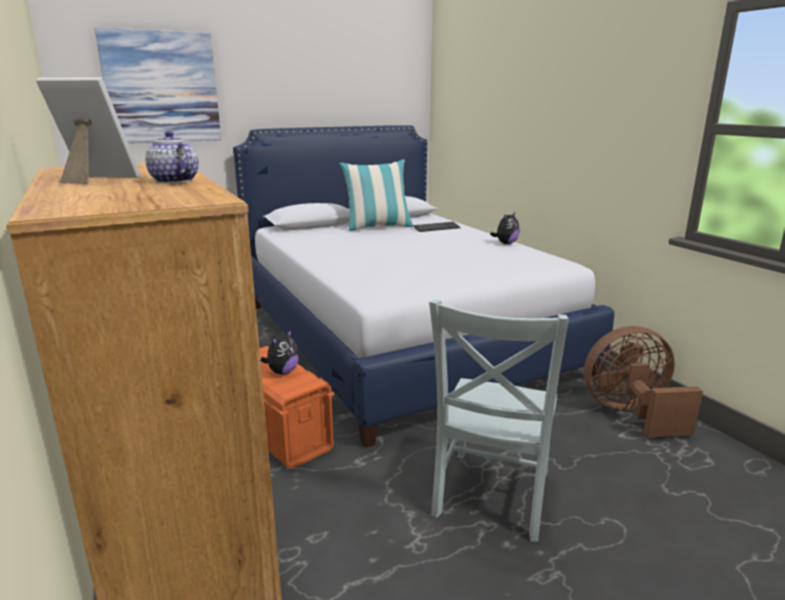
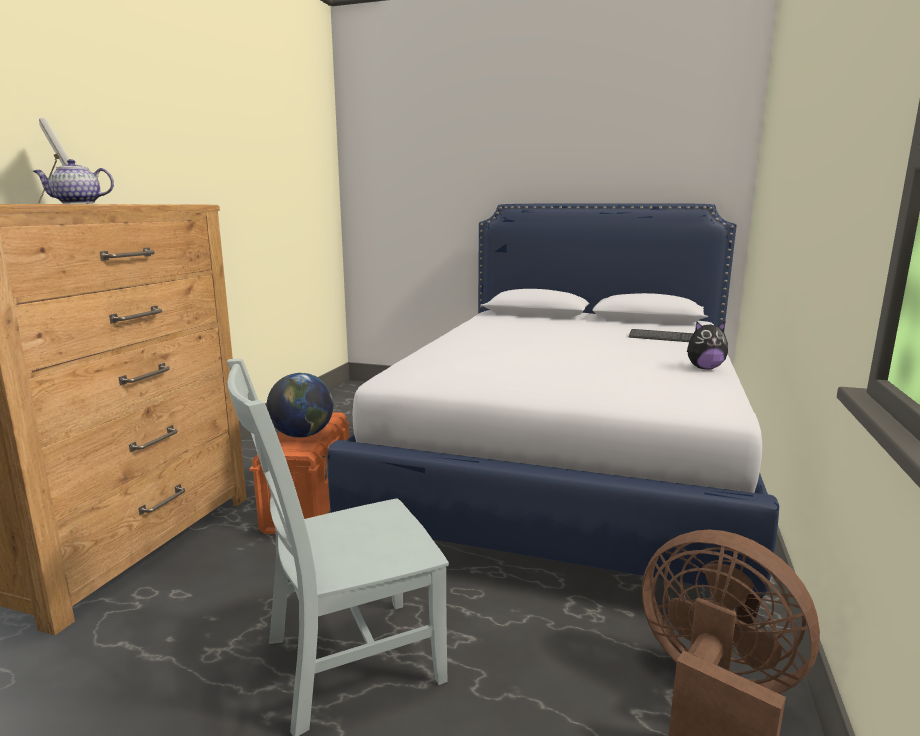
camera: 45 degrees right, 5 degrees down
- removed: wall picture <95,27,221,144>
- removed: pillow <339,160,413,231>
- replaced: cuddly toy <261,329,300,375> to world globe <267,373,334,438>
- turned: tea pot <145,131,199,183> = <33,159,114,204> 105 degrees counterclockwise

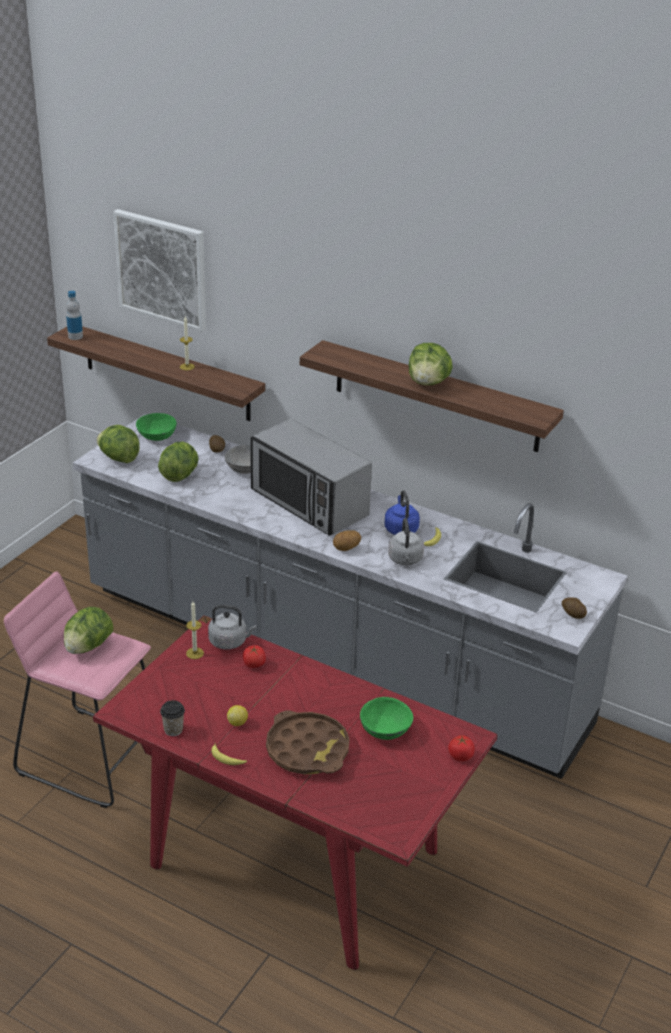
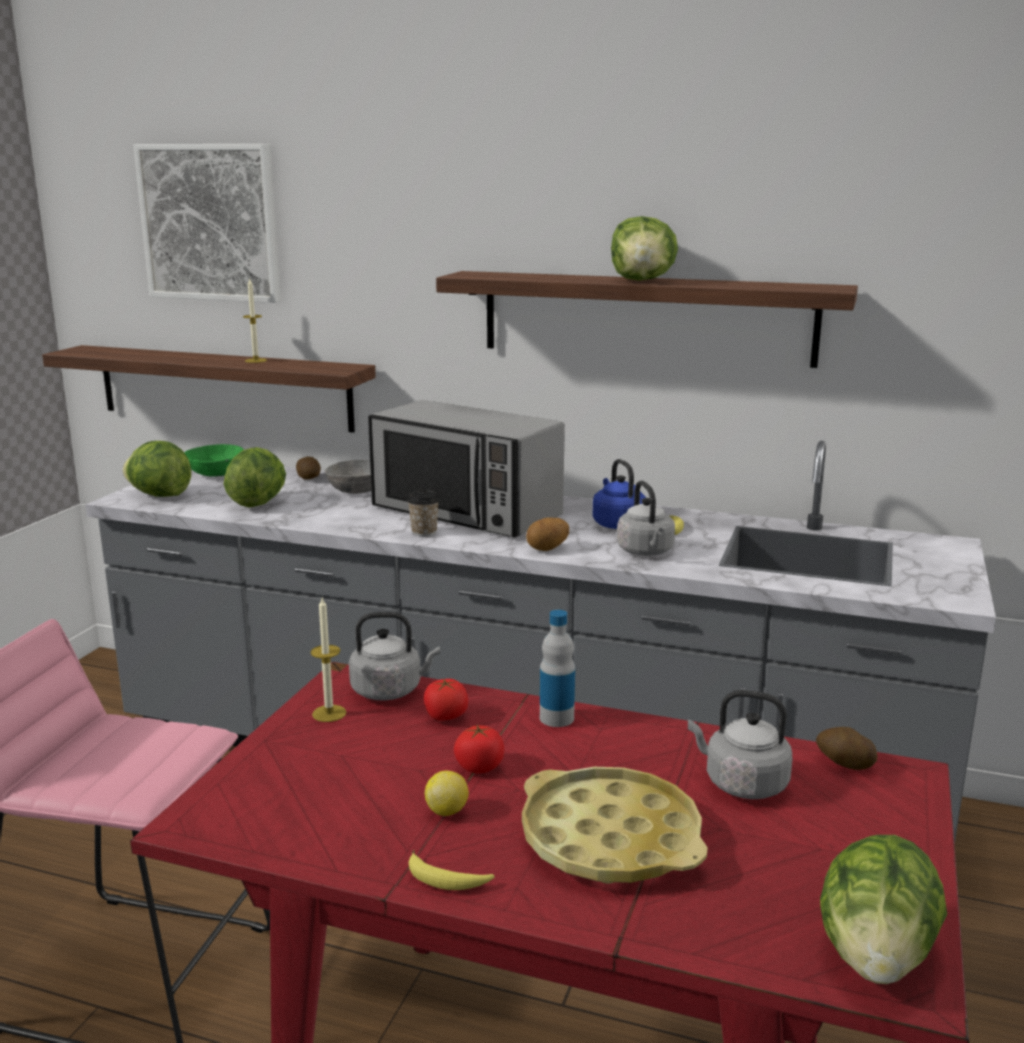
camera: 10 degrees left, 15 degrees down
- moved: head of lettuce <64,607,114,654> to <820,835,947,984>
- moved: bottle <66,291,83,340> to <540,610,575,727>
- moved: cup <160,700,185,736> to <407,490,439,536>
- moved: tomato <448,735,475,761> to <454,725,504,773>
- moved: potato <562,597,587,619> to <816,727,877,770>
- replaced: green serving bowl <360,697,413,740> to greyish kettle <688,690,793,799>
- recoloured: brown-coloured tray <266,710,350,775> to yellow tray <522,767,708,884>

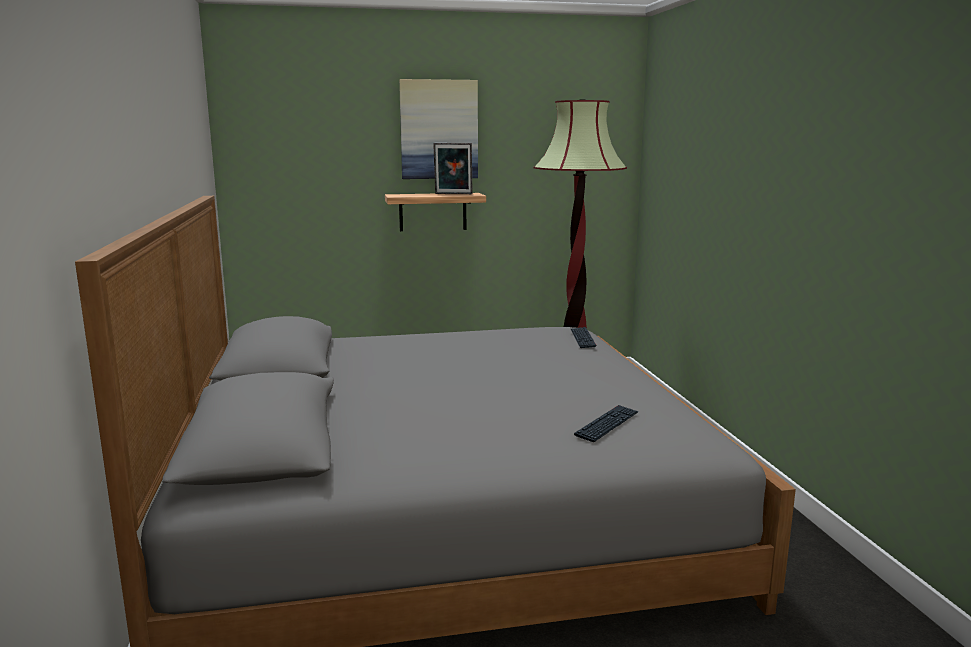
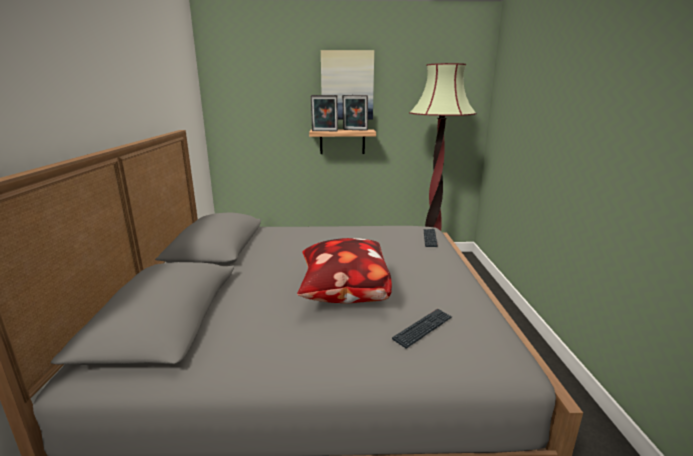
camera: 10 degrees right, 5 degrees up
- added: pillow <297,238,392,304>
- added: picture frame <311,95,338,131>

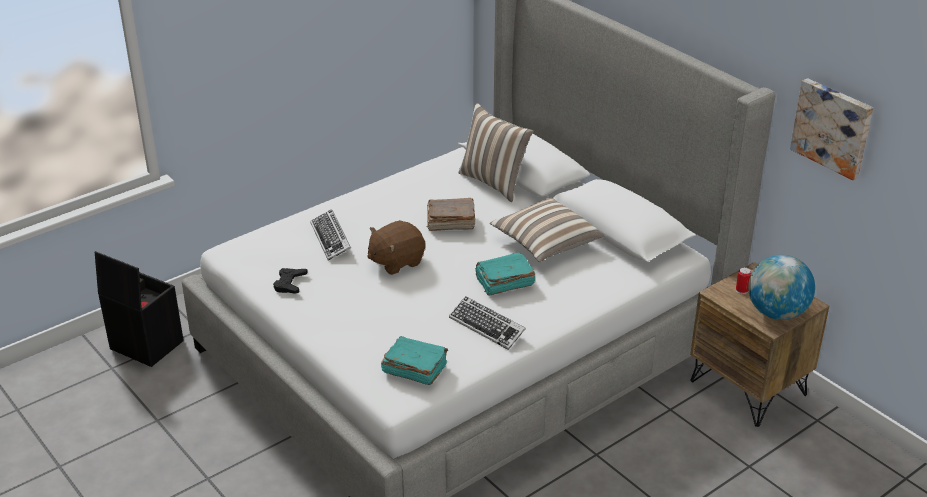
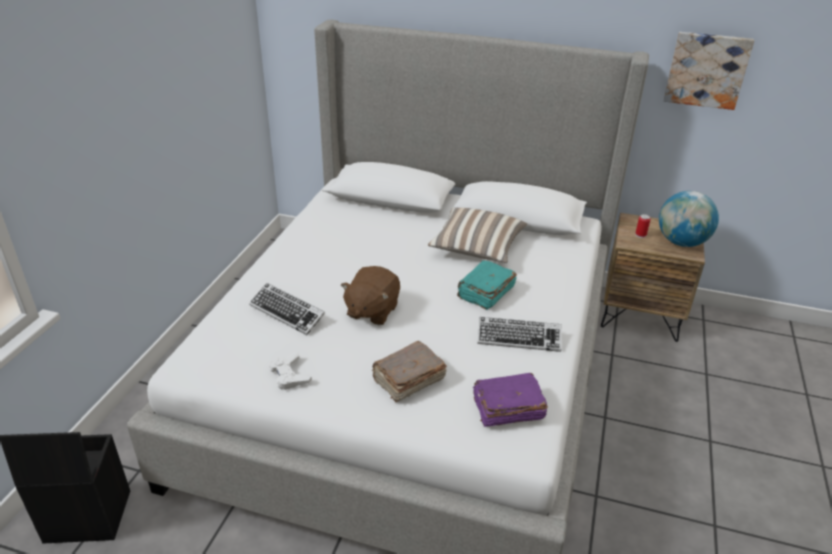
camera: 35 degrees left, 0 degrees up
- removed: pillow <459,103,533,202>
- moved: brown-coloured bound book <426,198,475,231> to <372,341,447,402>
- recoloured: black-coloured gamepad <273,268,308,294> to whitish gamepad <269,352,312,390>
- recoloured: turquoise-coloured bound book <381,336,448,385> to purple bound book <473,373,548,427>

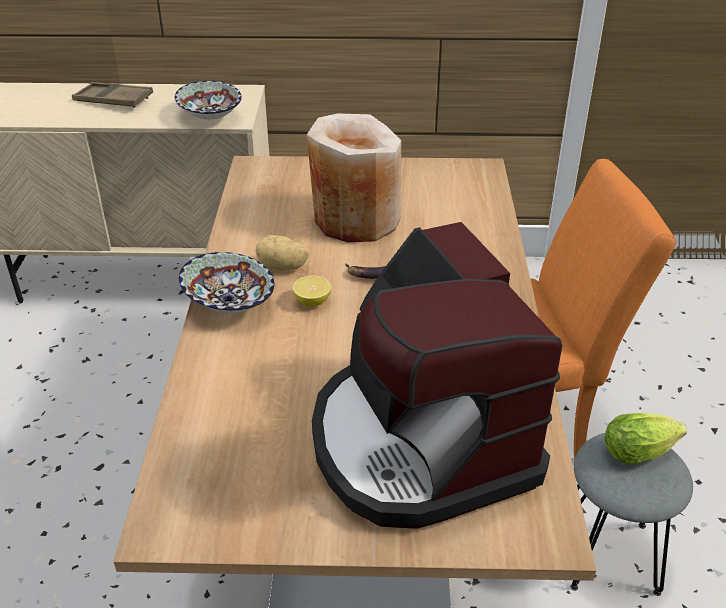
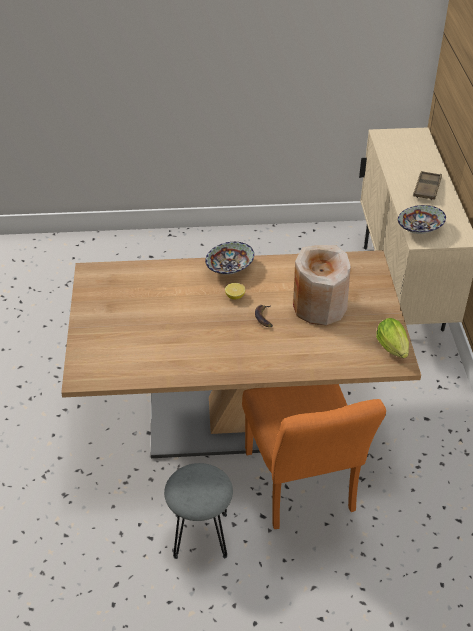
camera: 85 degrees right, 5 degrees up
- removed: potato <256,235,309,271>
- removed: coffee maker <312,222,562,529>
- moved: head of lettuce <605,413,687,464> to <376,318,409,358>

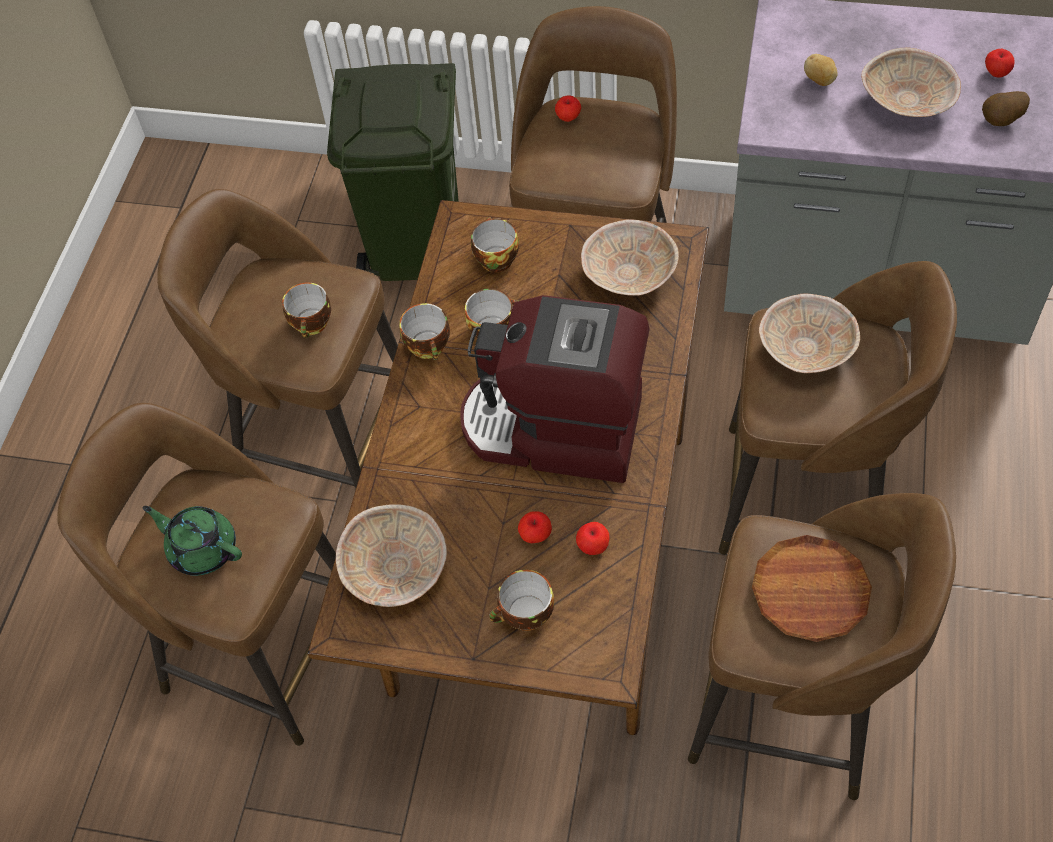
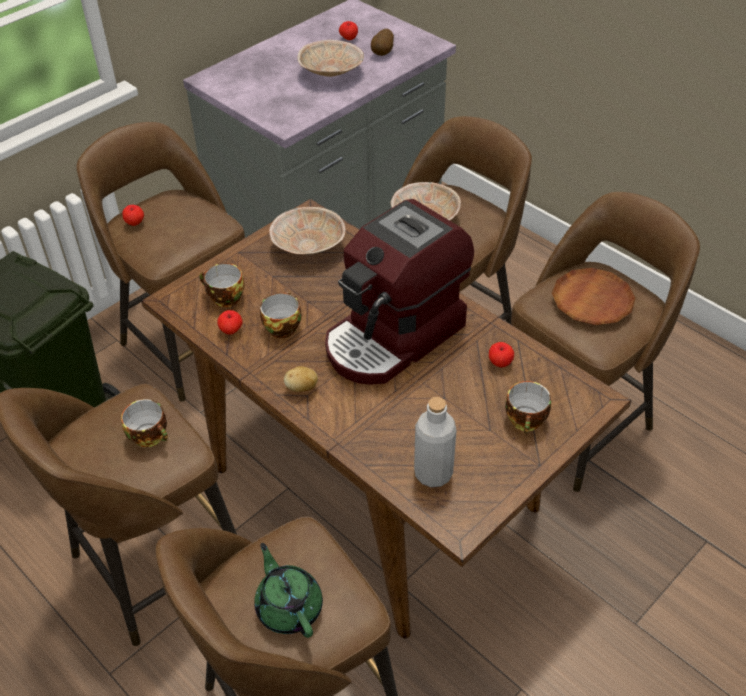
camera: 60 degrees left, 10 degrees down
- removed: cup <399,303,450,360>
- moved: whole apple <518,511,552,543> to <217,310,243,334>
- moved: potato <804,54,838,86> to <284,366,318,392>
- replaced: beige serving bowl <336,504,447,607> to greyish bottle <414,397,457,487>
- turned: green tea pot <142,506,242,576> = <254,543,323,638> 90 degrees clockwise

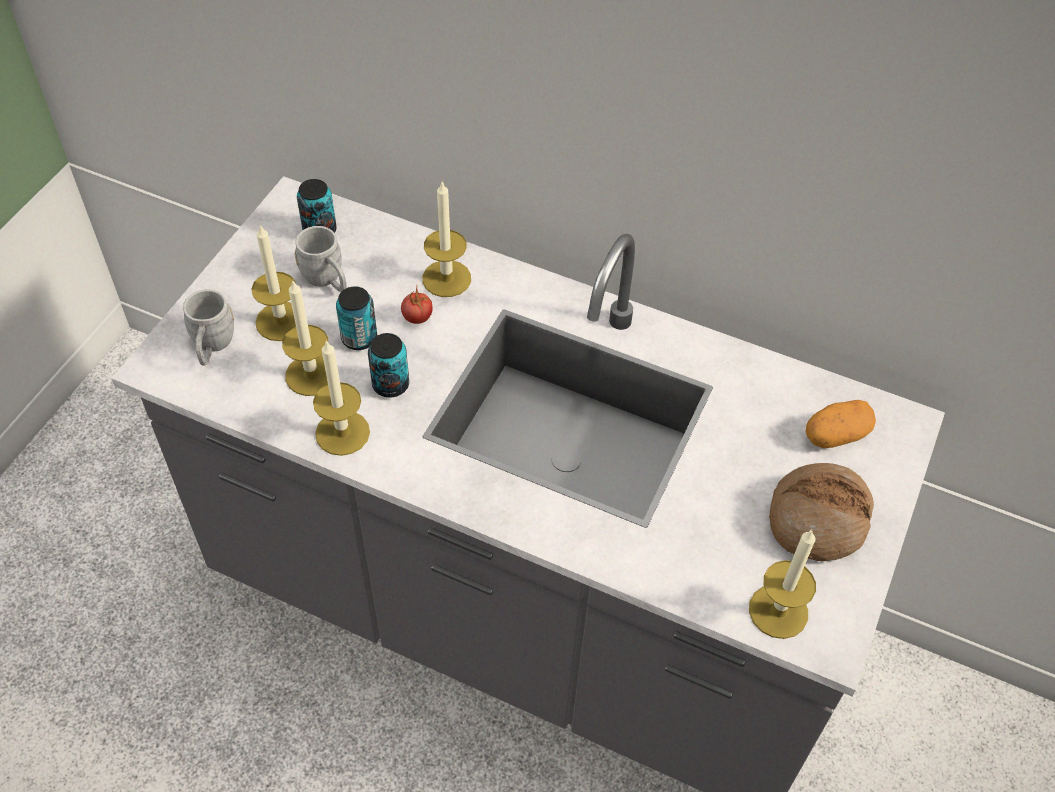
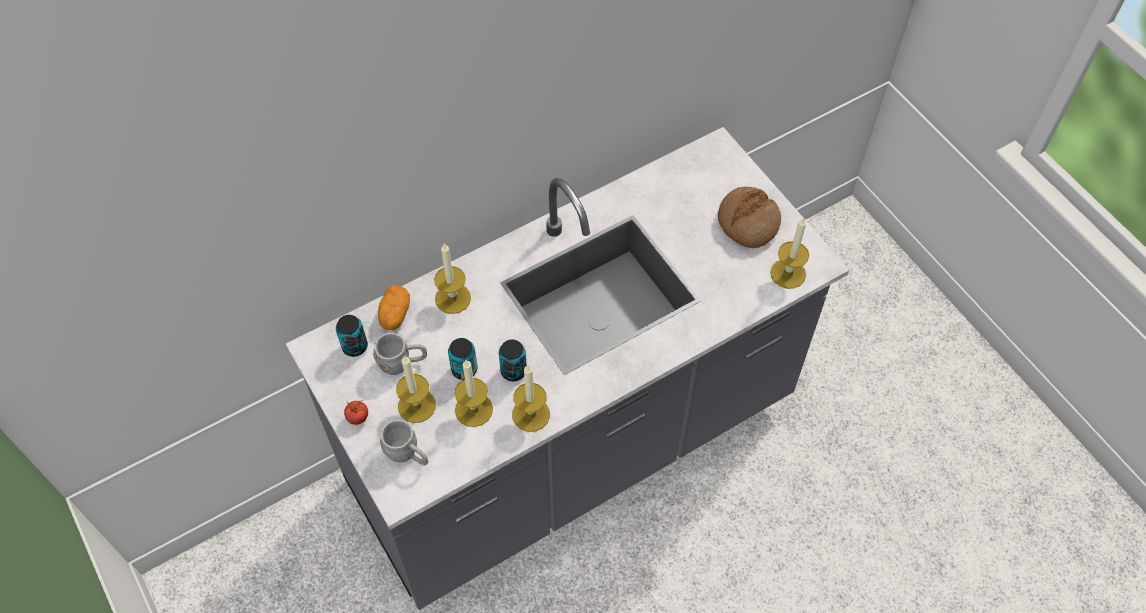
camera: 55 degrees left, 5 degrees up
- moved: tomato <401,287,433,324> to <344,400,368,425>
- moved: potato <806,400,876,448> to <378,285,410,330>

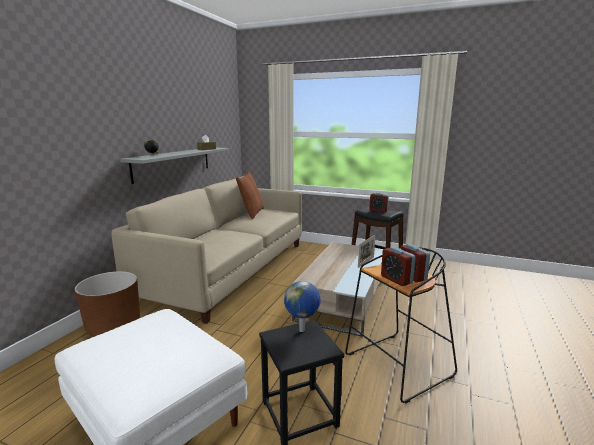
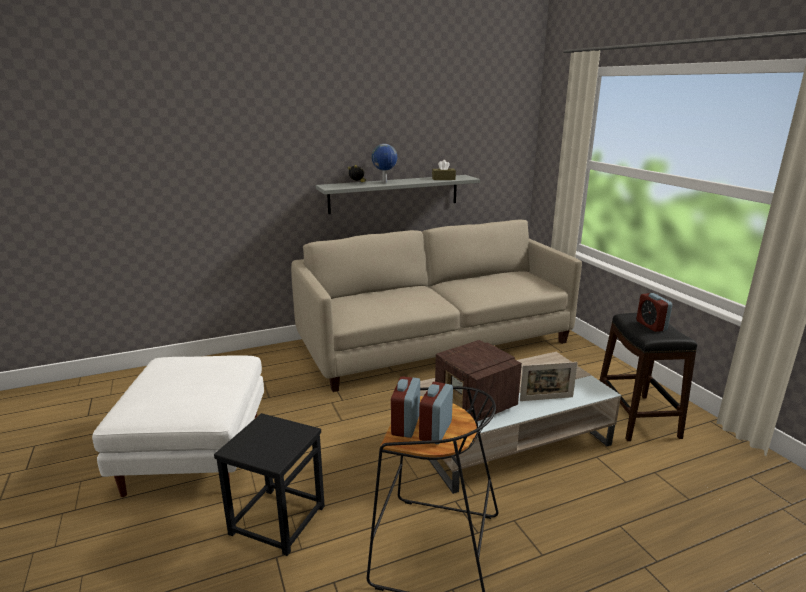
camera: 45 degrees right, 5 degrees up
- removed: brown-coloured flower pot <75,271,140,337>
- removed: brown-coloured pillow <236,171,264,219>
- added: radio set <435,340,522,422>
- moved: world globe <284,281,321,332> to <372,144,397,183>

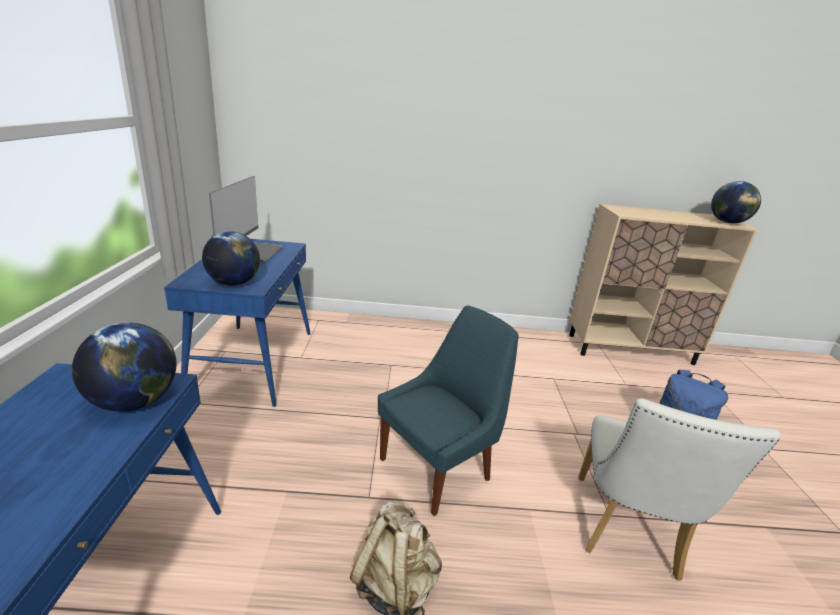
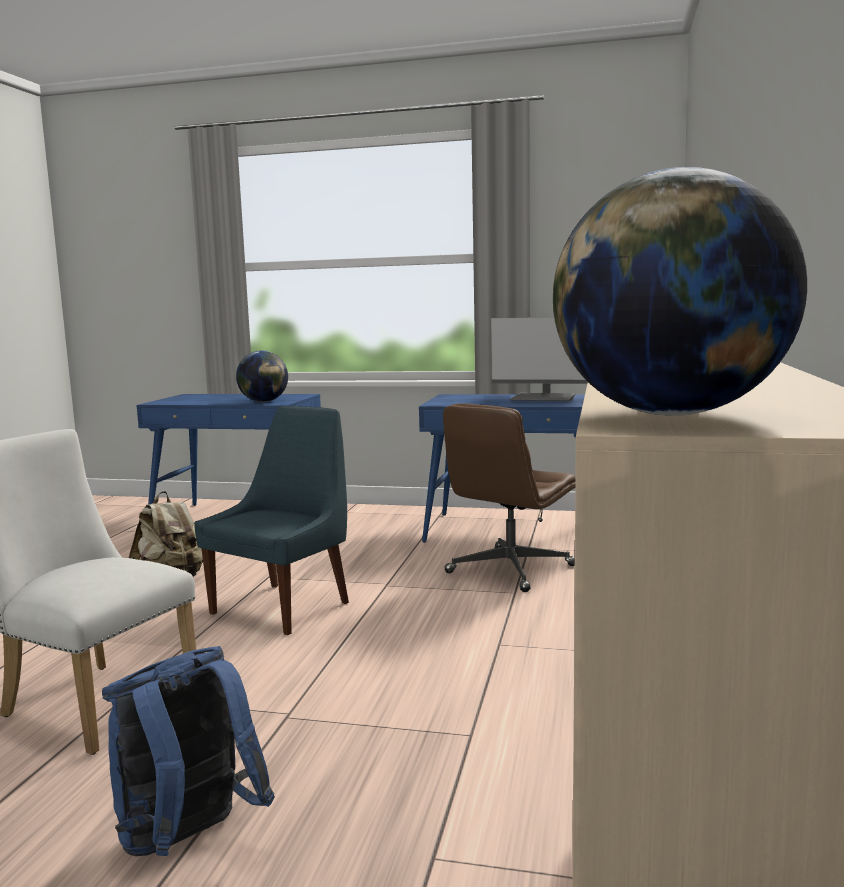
camera: 105 degrees right, 15 degrees down
- removed: world globe <202,231,260,286>
- added: brown-coloured desk chair <443,403,575,592>
- turned: blue chair <378,305,518,516> = <194,406,349,635> 120 degrees counterclockwise

